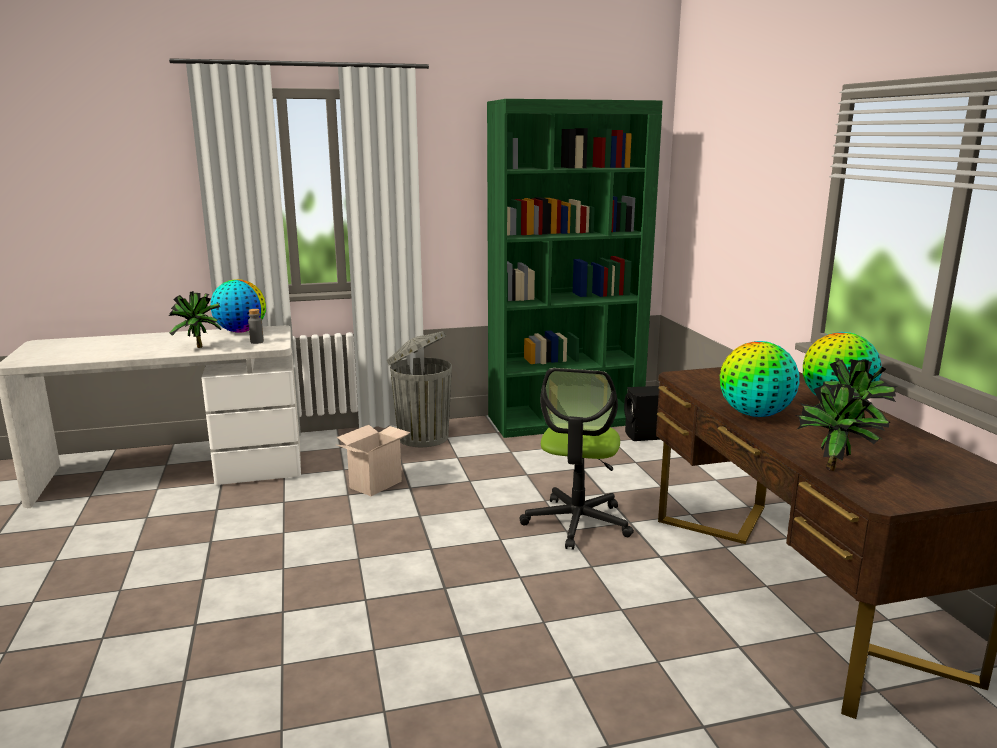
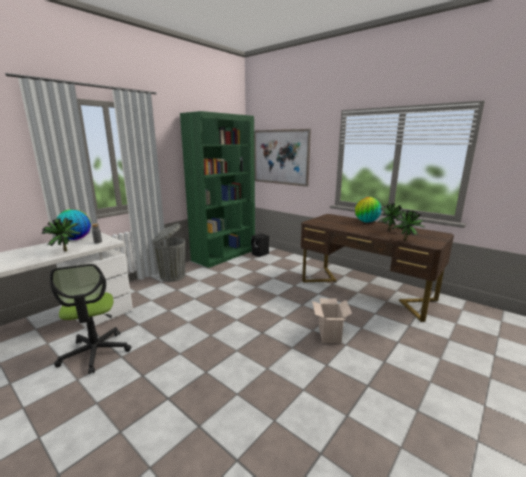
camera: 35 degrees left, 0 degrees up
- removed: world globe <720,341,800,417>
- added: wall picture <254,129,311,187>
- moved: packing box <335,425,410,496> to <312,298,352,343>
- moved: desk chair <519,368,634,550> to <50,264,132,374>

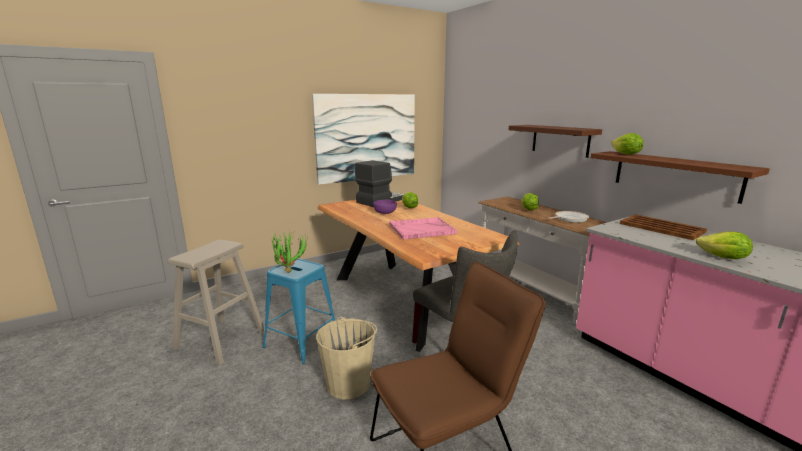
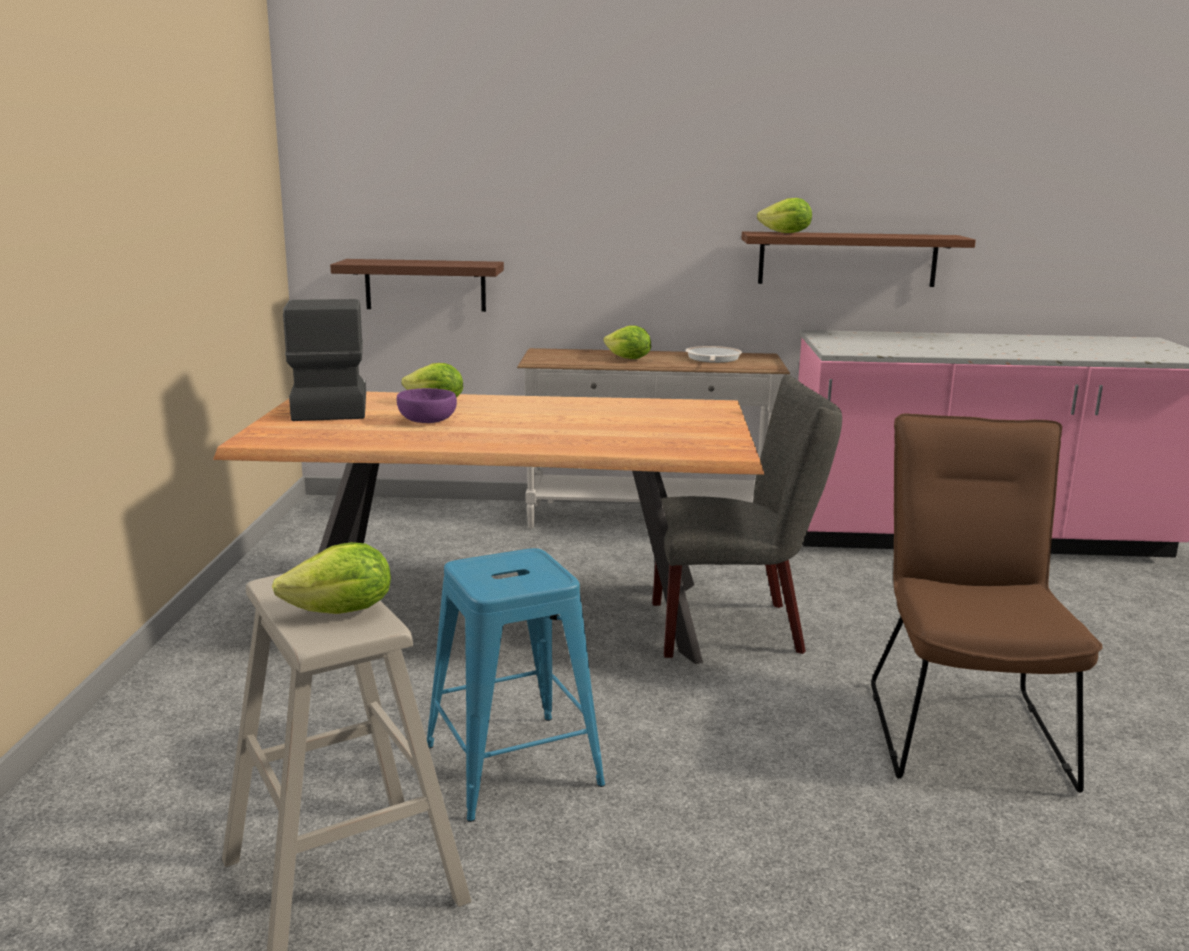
camera: 55 degrees left, 0 degrees up
- removed: houseplant <269,230,308,273>
- removed: wall picture <312,94,415,185>
- removed: beige bucket <316,317,377,399>
- removed: pink tray <389,217,457,240>
- removed: brown-coloured tray <620,215,707,240>
- moved: brown-coloured shelf <509,125,602,158> to <330,259,504,312>
- moved: head of lettuce <696,231,753,259> to <272,542,391,614>

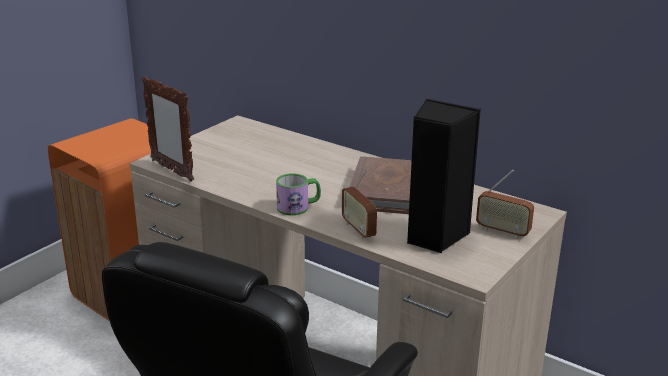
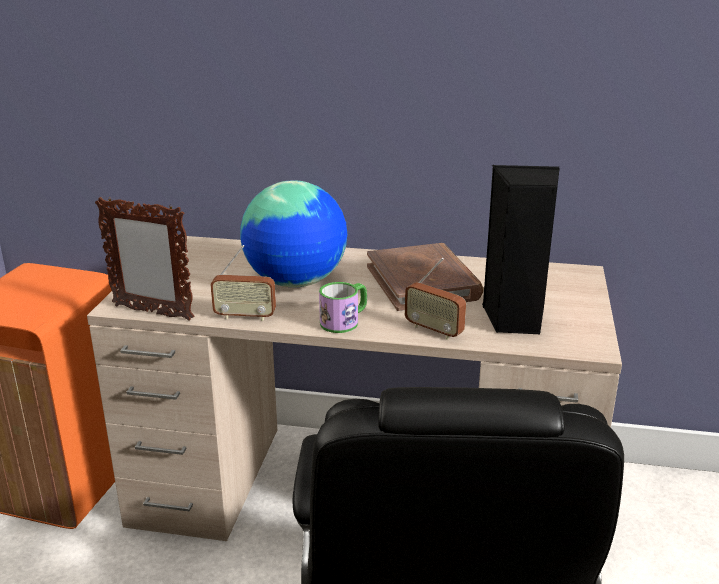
camera: 25 degrees left, 0 degrees up
- added: world globe <240,180,347,288>
- moved: radio set <476,170,534,239> to <211,245,276,321>

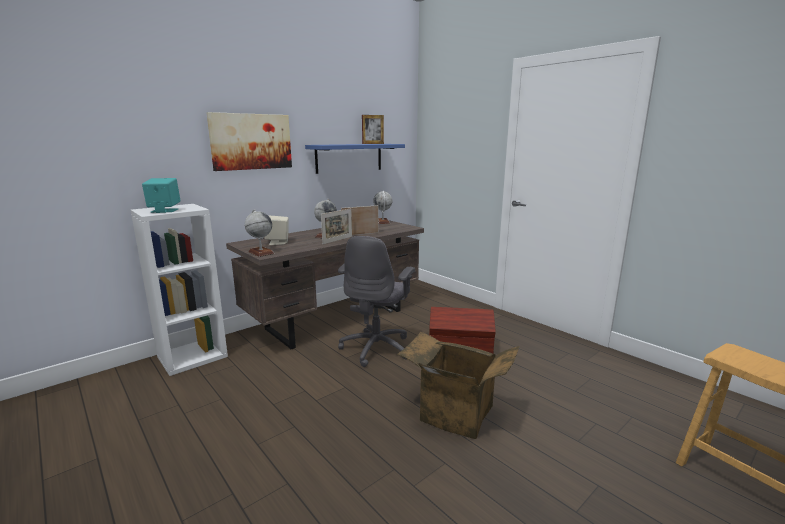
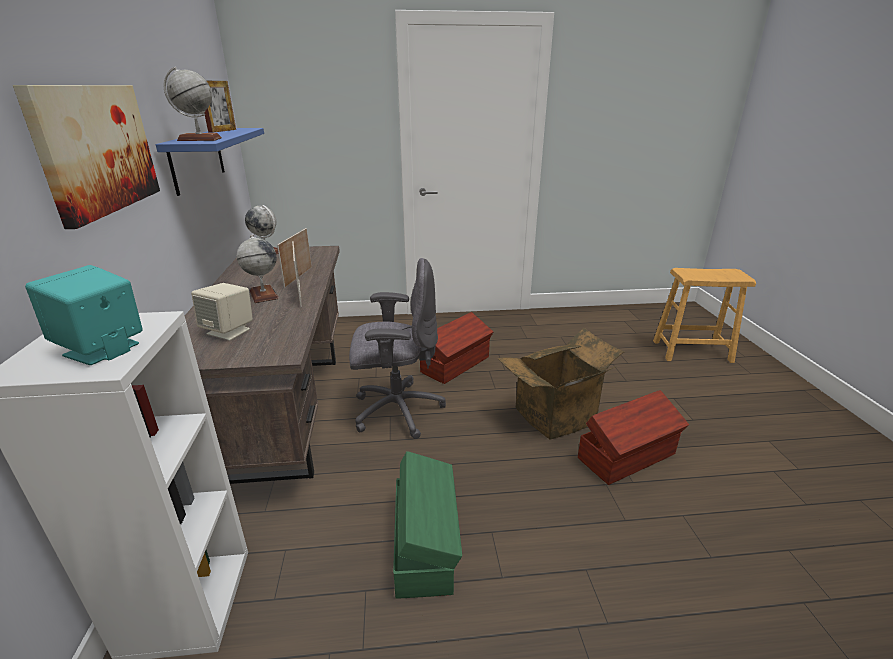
camera: 55 degrees left, 10 degrees up
- added: green storage container <393,451,462,599>
- added: brown-coloured storage container <578,390,689,485>
- moved: world globe <245,209,275,257> to <163,67,222,141>
- turned: greyish desk chair <338,236,415,367> = <349,258,446,439> 60 degrees counterclockwise

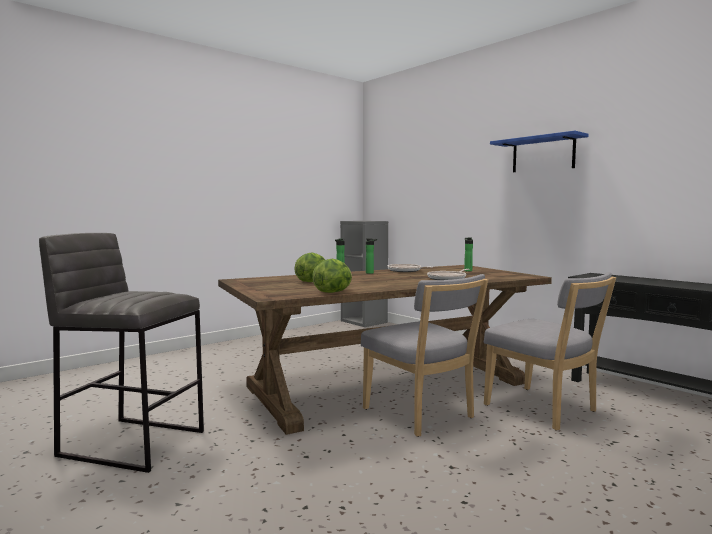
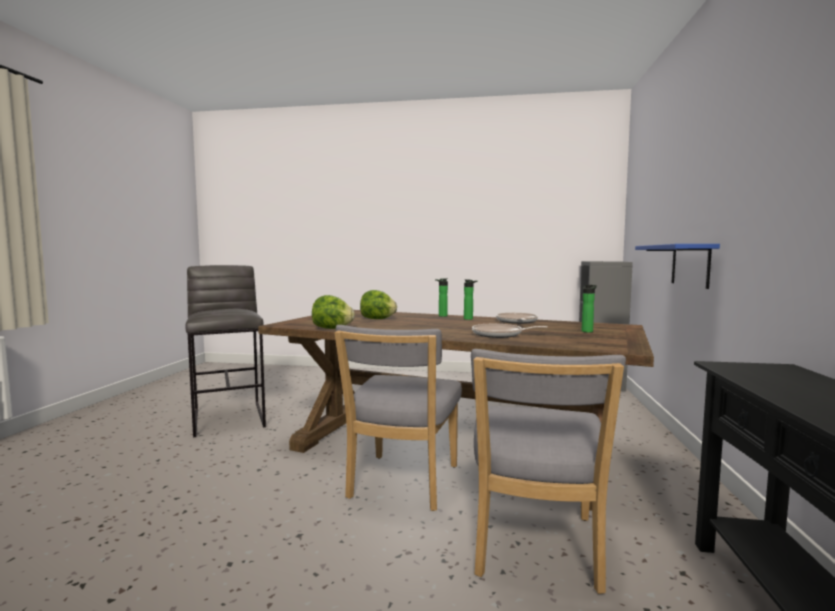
camera: 50 degrees right, 0 degrees up
- moved: blue shelf <490,131,589,172> to <635,244,720,289>

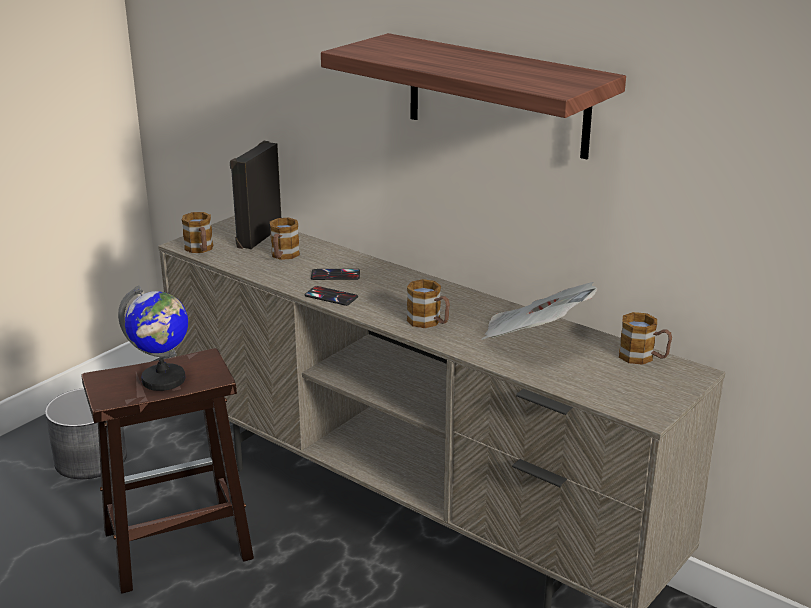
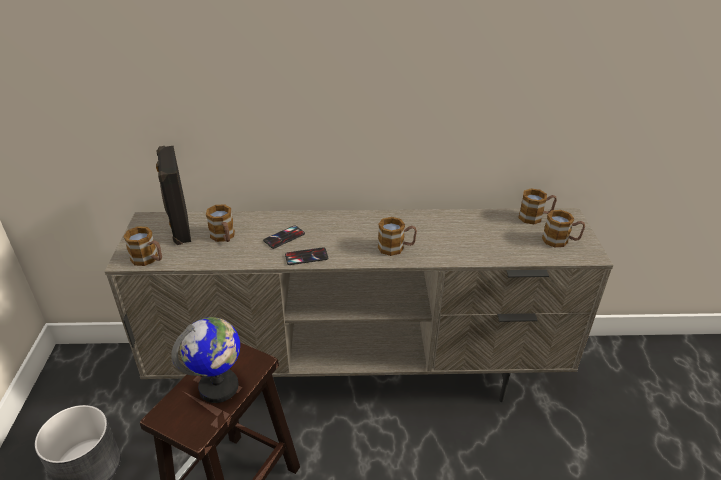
camera: 40 degrees left, 10 degrees up
- removed: shelf <321,33,626,160>
- removed: daily paper <481,282,597,340>
- added: tea mug <542,210,585,247>

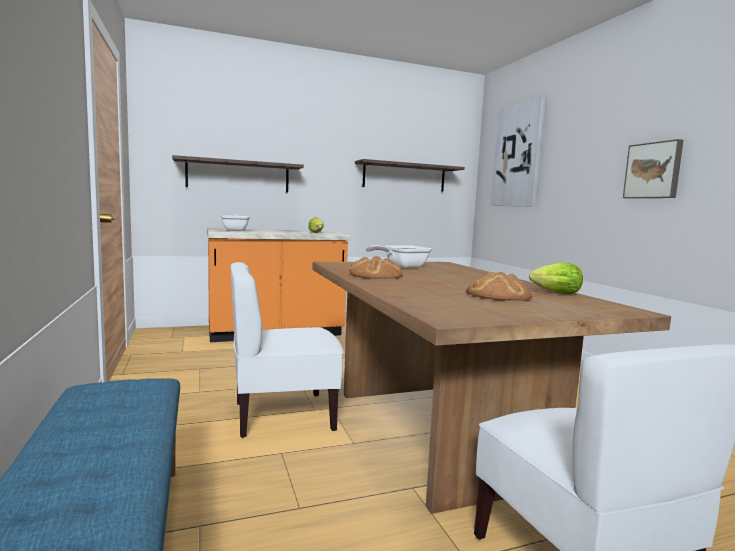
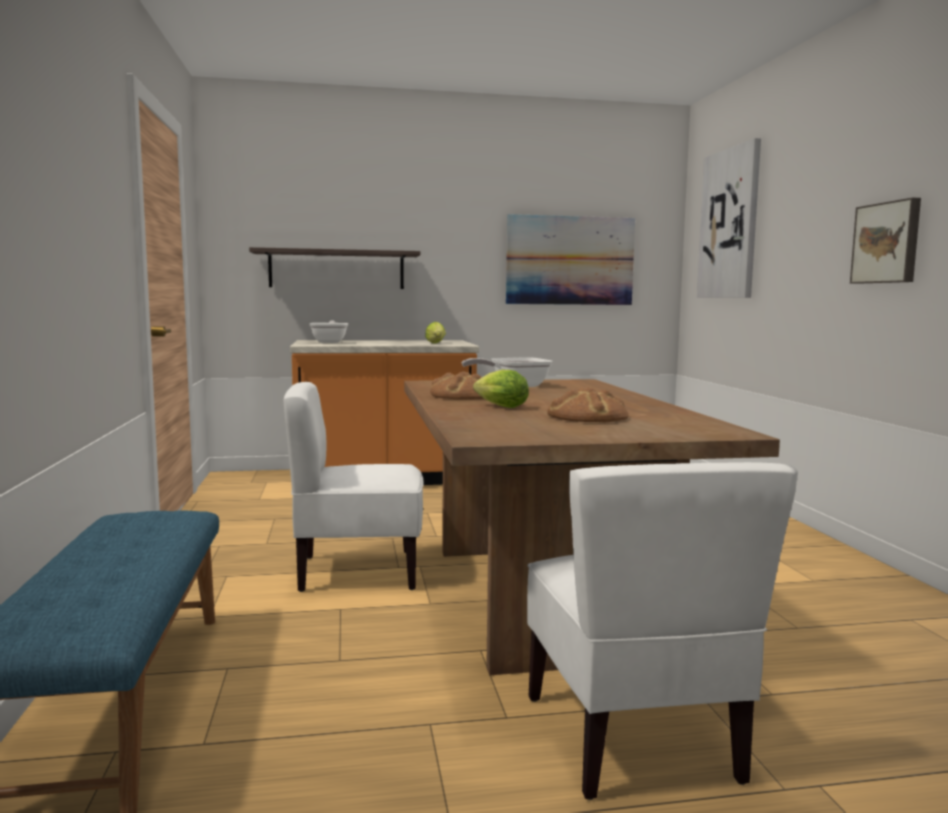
camera: 10 degrees right, 0 degrees up
- moved: head of lettuce <529,263,583,294> to <473,370,529,408>
- replaced: shelf <355,159,465,192> to wall picture <506,214,635,305>

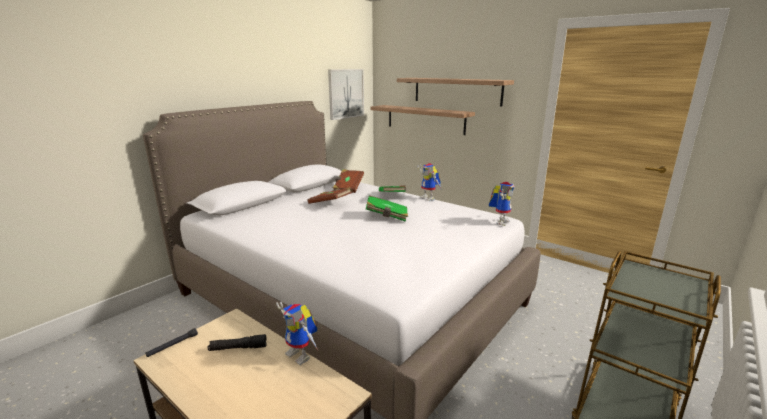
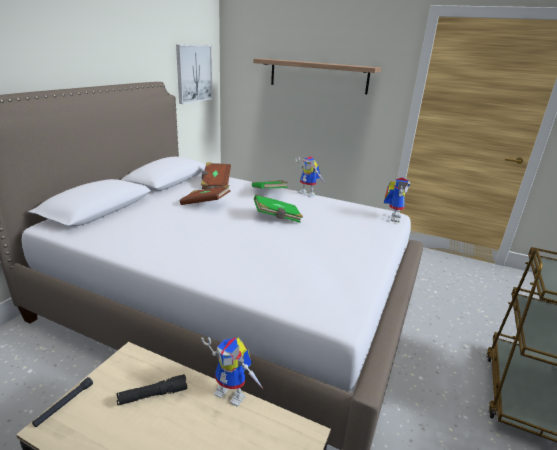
camera: 15 degrees left, 5 degrees up
- removed: shelf <371,105,475,135>

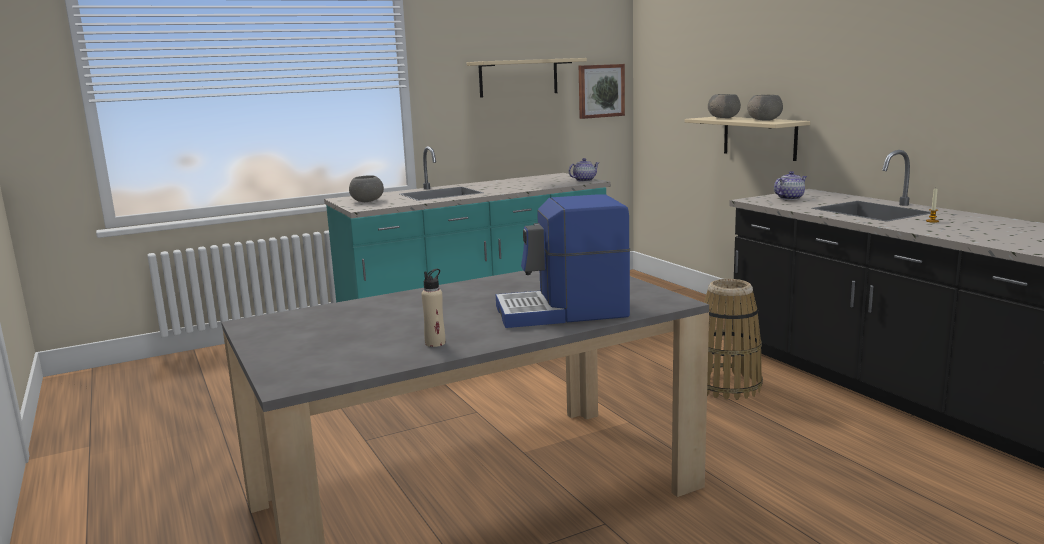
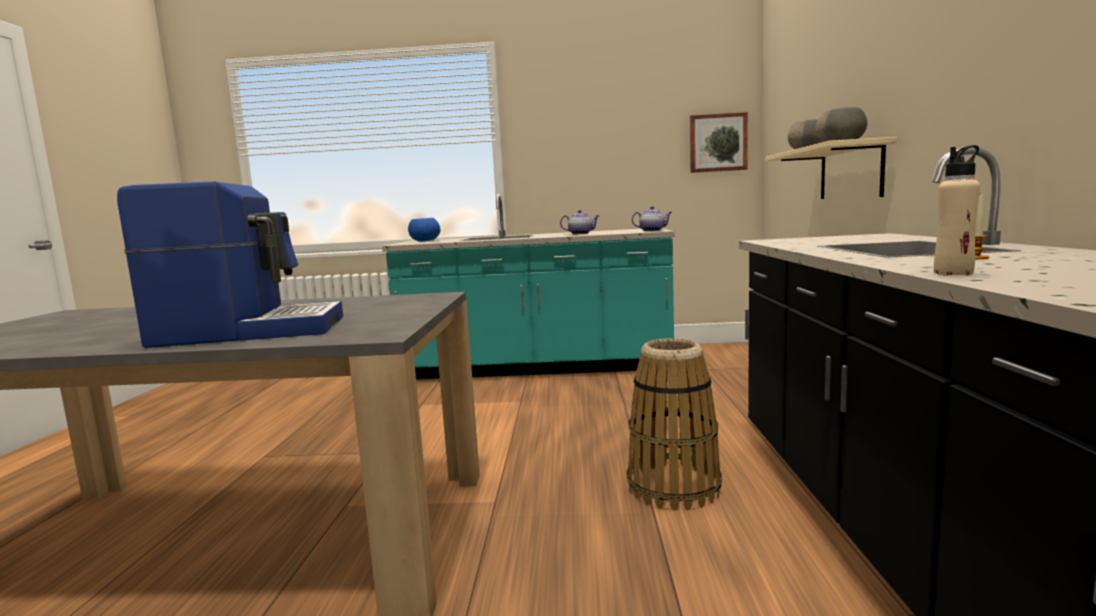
camera: 30 degrees right, 5 degrees down
- removed: beige shelf <467,58,587,98>
- moved: beige bottle <421,269,445,347> to <934,145,980,275>
- moved: tea pot <774,171,807,200> to <560,210,600,234>
- recoloured: greyish serving bowl <349,175,384,202> to blue serving bowl <408,218,441,242>
- turned: coffee maker <496,194,631,328> = <117,181,343,348> 150 degrees clockwise

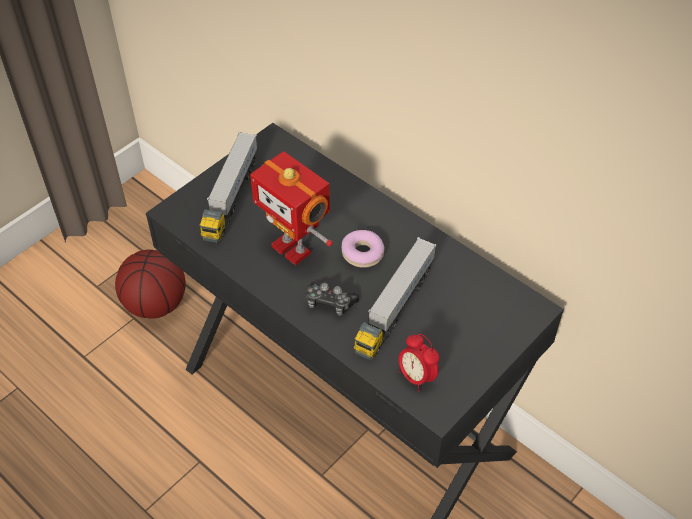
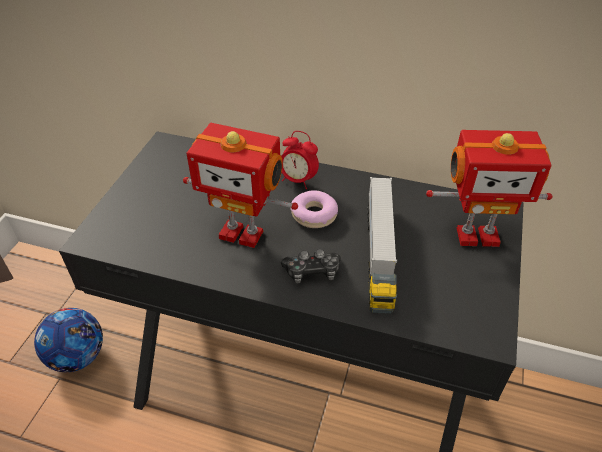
camera: 25 degrees left, 5 degrees down
- removed: toy lorry <199,132,258,243>
- added: toy robot <426,130,553,247>
- moved: table clock <399,334,440,392> to <281,131,319,189>
- replaced: ball for basketball <115,250,186,319> to football <34,308,103,372>

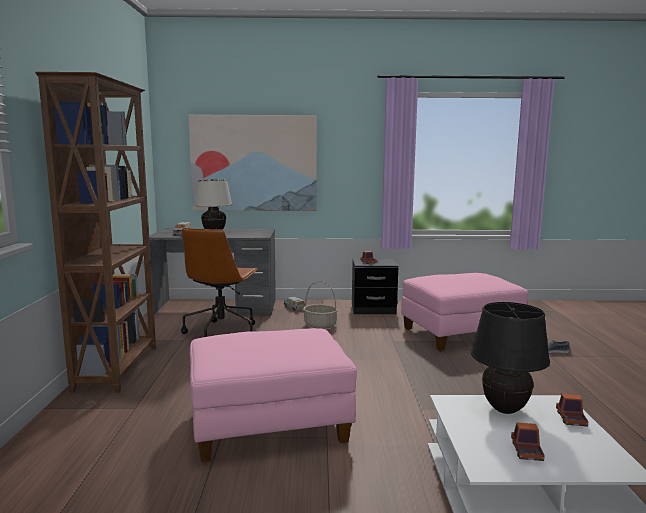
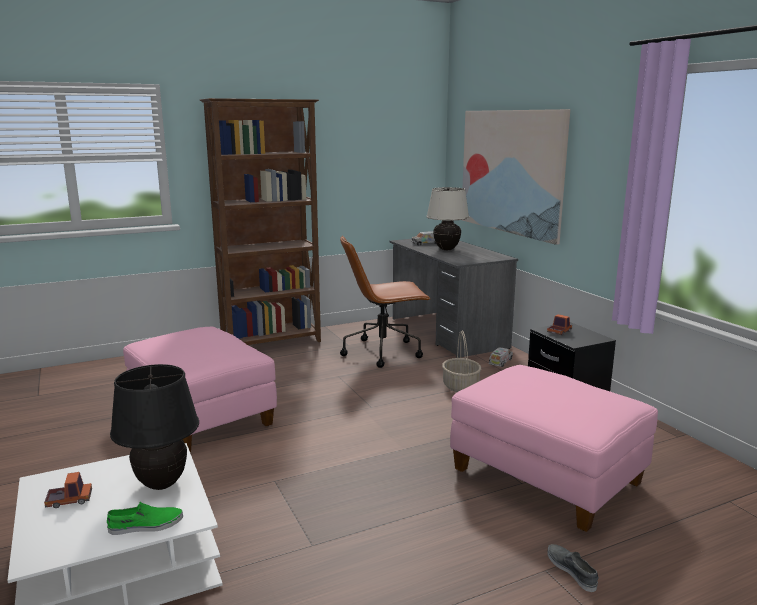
camera: 65 degrees right, 5 degrees up
- replaced: toy lorry <556,394,588,427> to green shoe <107,502,183,535>

